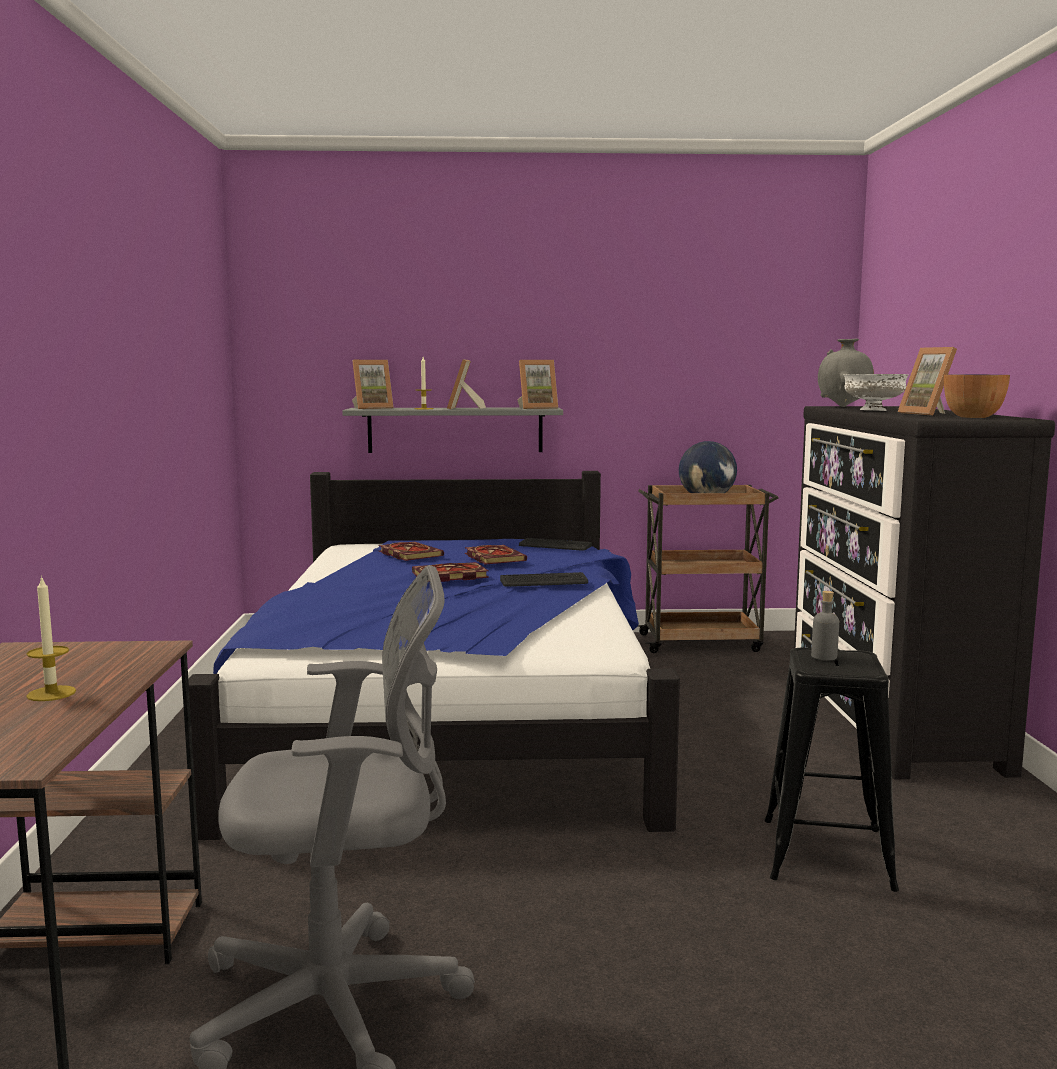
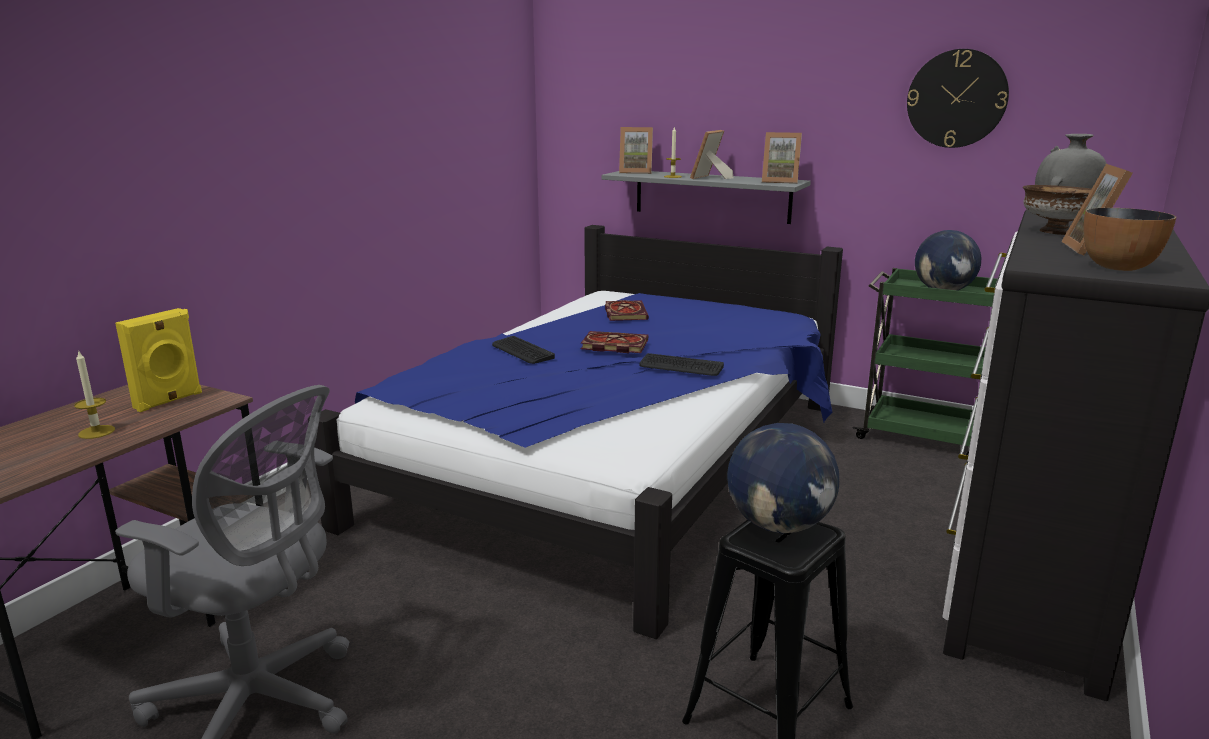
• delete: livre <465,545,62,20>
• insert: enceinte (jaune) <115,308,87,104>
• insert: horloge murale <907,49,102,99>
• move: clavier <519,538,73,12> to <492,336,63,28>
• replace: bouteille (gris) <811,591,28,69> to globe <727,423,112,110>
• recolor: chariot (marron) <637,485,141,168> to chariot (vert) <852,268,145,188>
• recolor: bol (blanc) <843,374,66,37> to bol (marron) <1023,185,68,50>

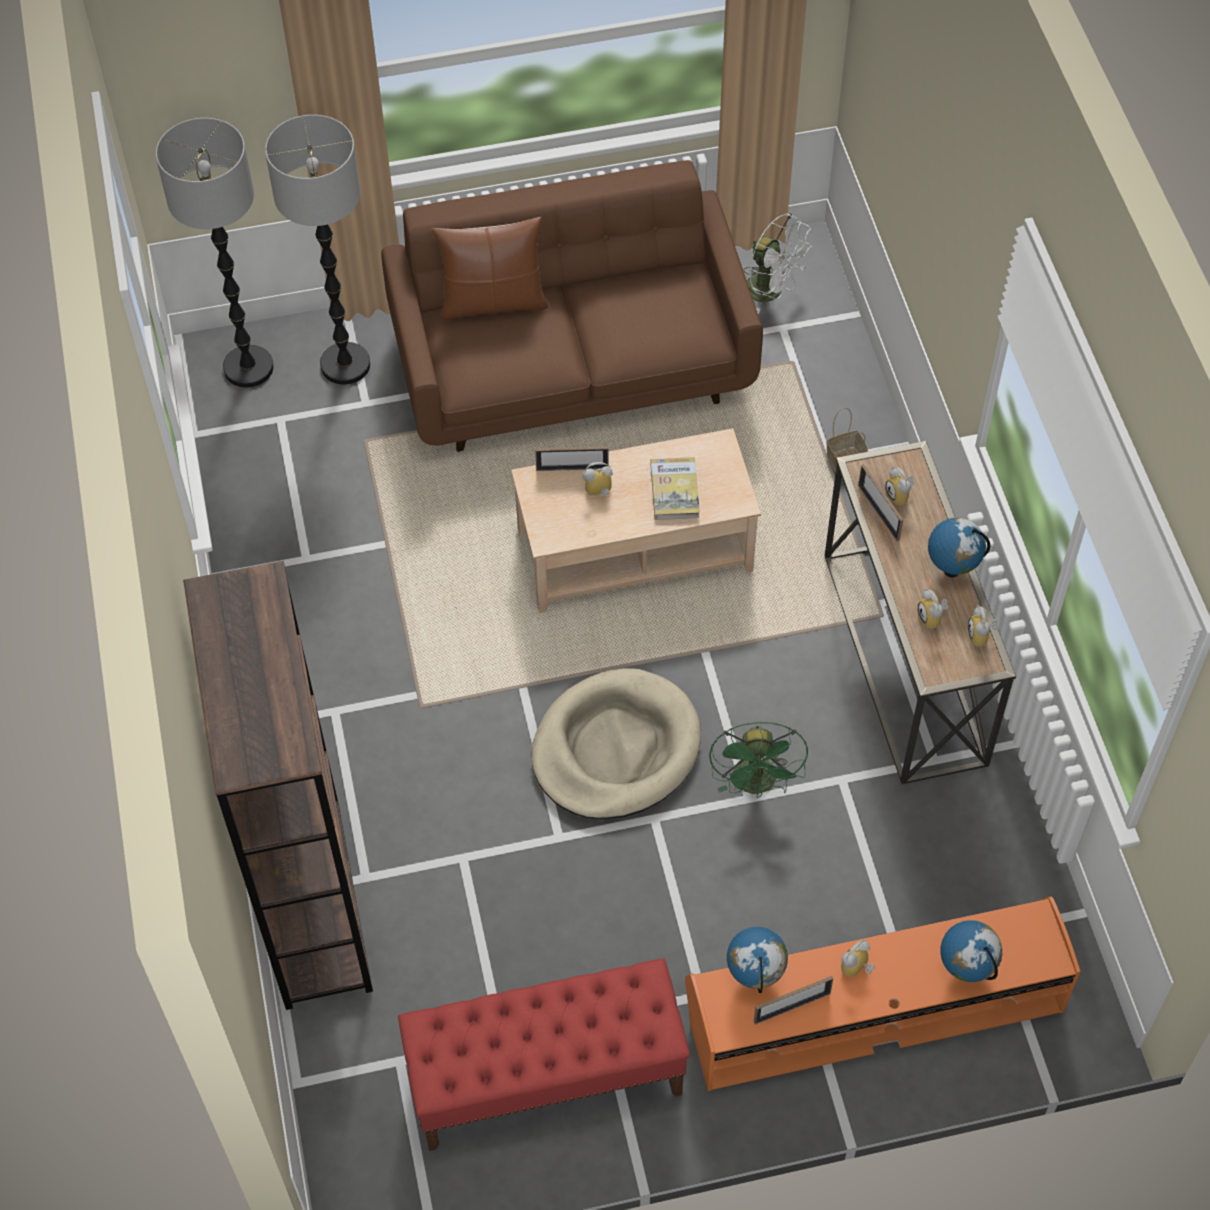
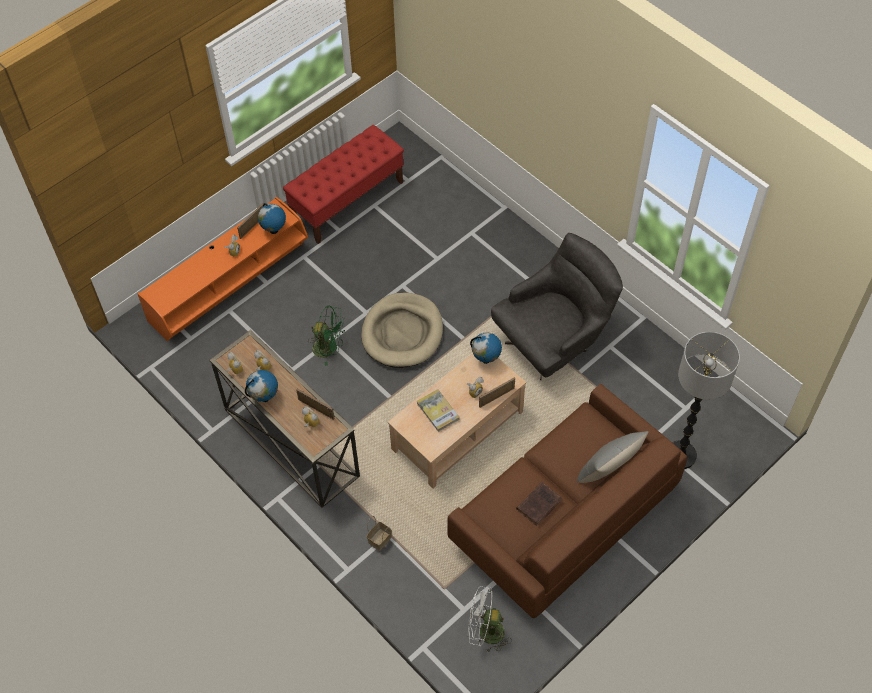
• delete: lampadaire <156,118,118,269>
• delete: bibliothèque (marron) <183,561,190,449>
• insert: fauteuil (gris) <491,233,132,147>
• insert: livre (marron) <516,482,46,44>
• move: globe <940,920,62,62> to <470,333,32,31>
• recolor: coussin (marron) <431,217,117,103> to coussin (gris) <577,431,72,52>
• rotate: ventilateur (vert) <709,721,99,77> = <309,306,36,60> 135 degrees clockwise

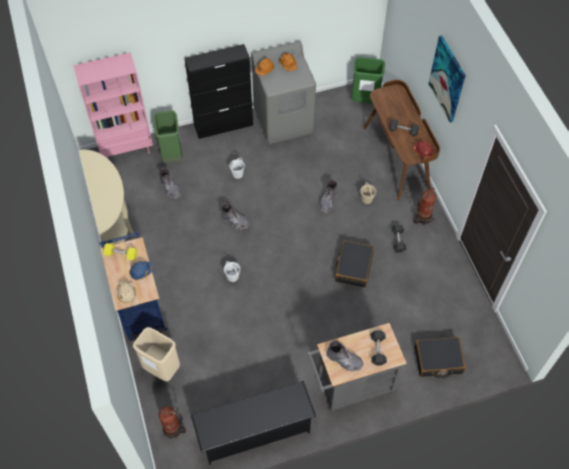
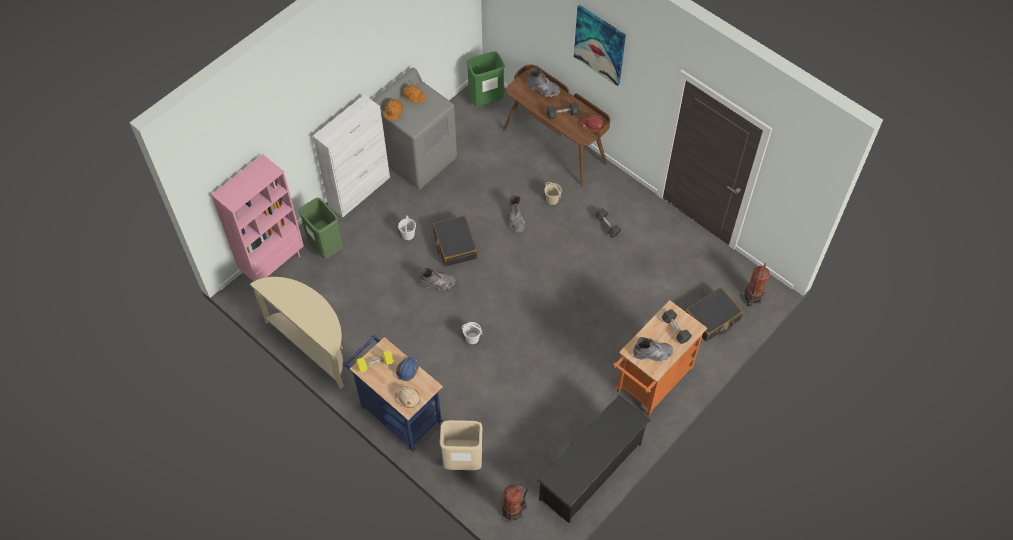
• move: botte (gris) <159,168,22,31> to <527,68,33,29>
• move: valise (noir) <335,240,39,48> to <433,215,45,52>
• move: extincteur <413,188,24,37> to <742,263,28,44>
• recolor: meuble de rangement (noir) <184,44,69,95> to meuble de rangement (blanc) <313,95,77,123>
• recolor: chariot (gris) <307,323,100,90> to chariot (orange) <613,300,94,116>

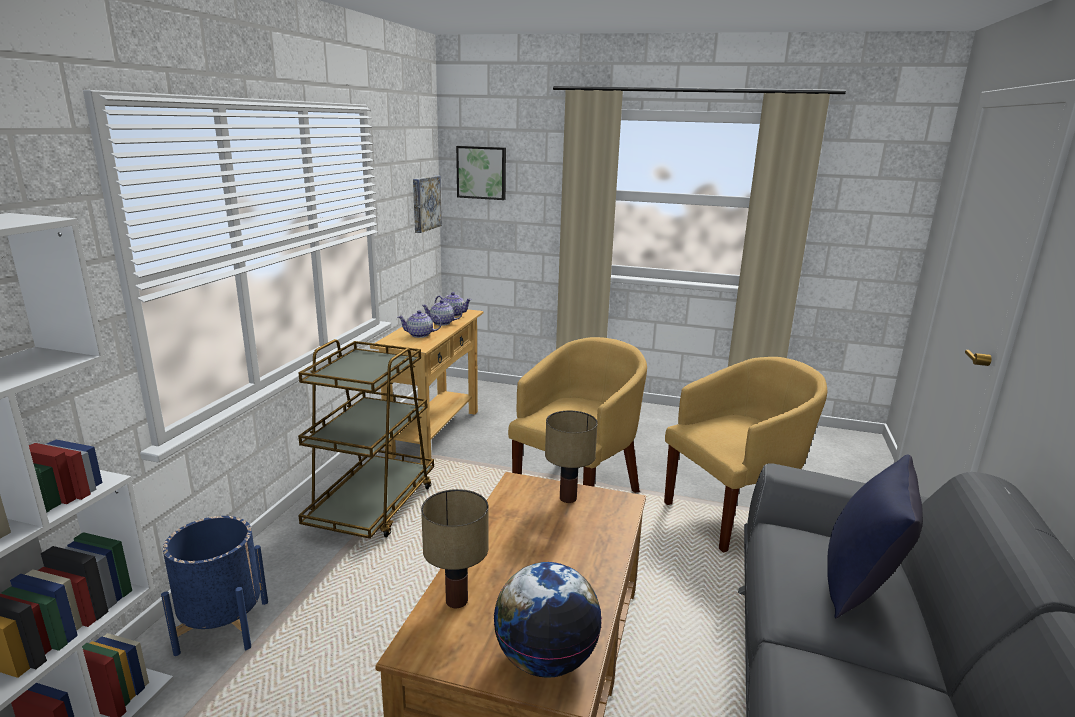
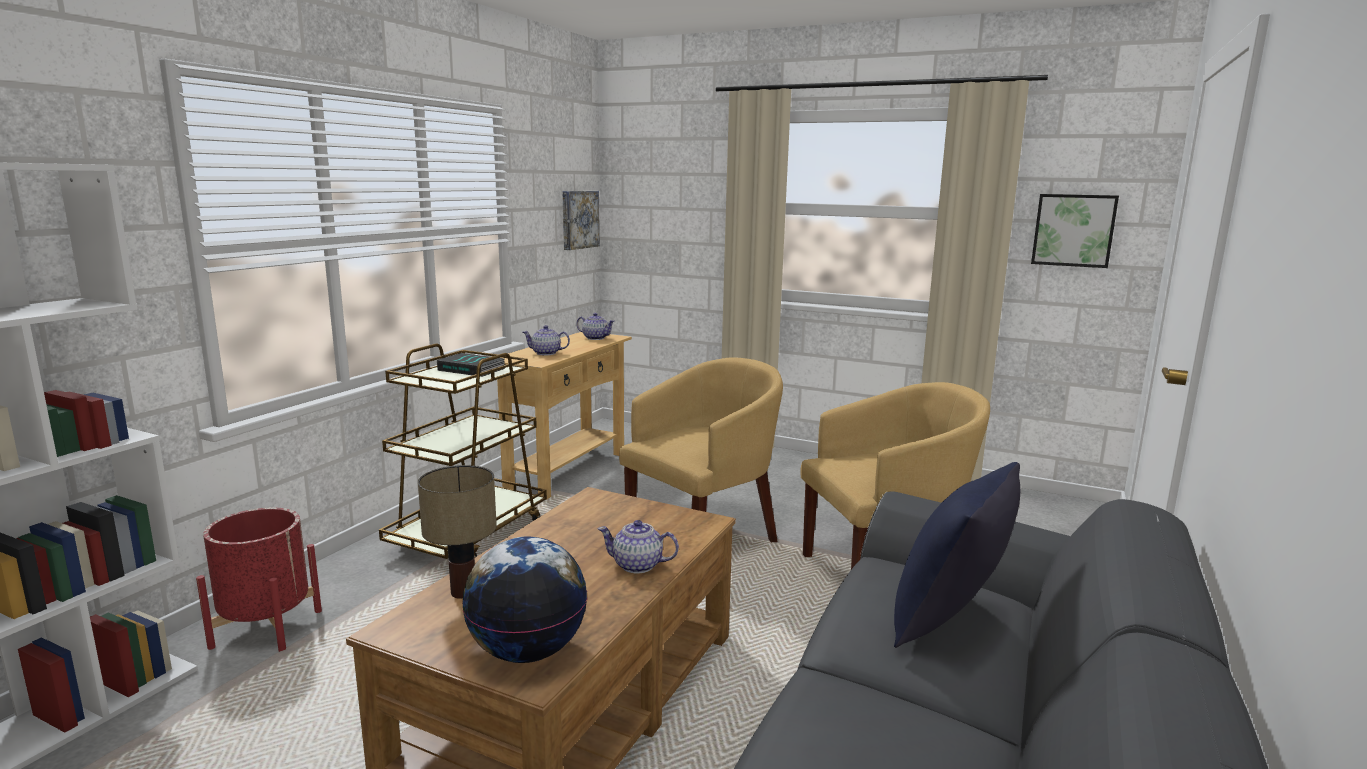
• delete: lampe de table <545,411,53,92>
• insert: livre <437,353,68,24>
• move: théière <421,300,41,26> to <598,520,81,54>
• move: tableau <456,146,50,54> to <1031,194,88,74>
• recolor: cache-pot (bleu) <161,516,107,140> to cache-pot (rouge) <196,508,126,144>

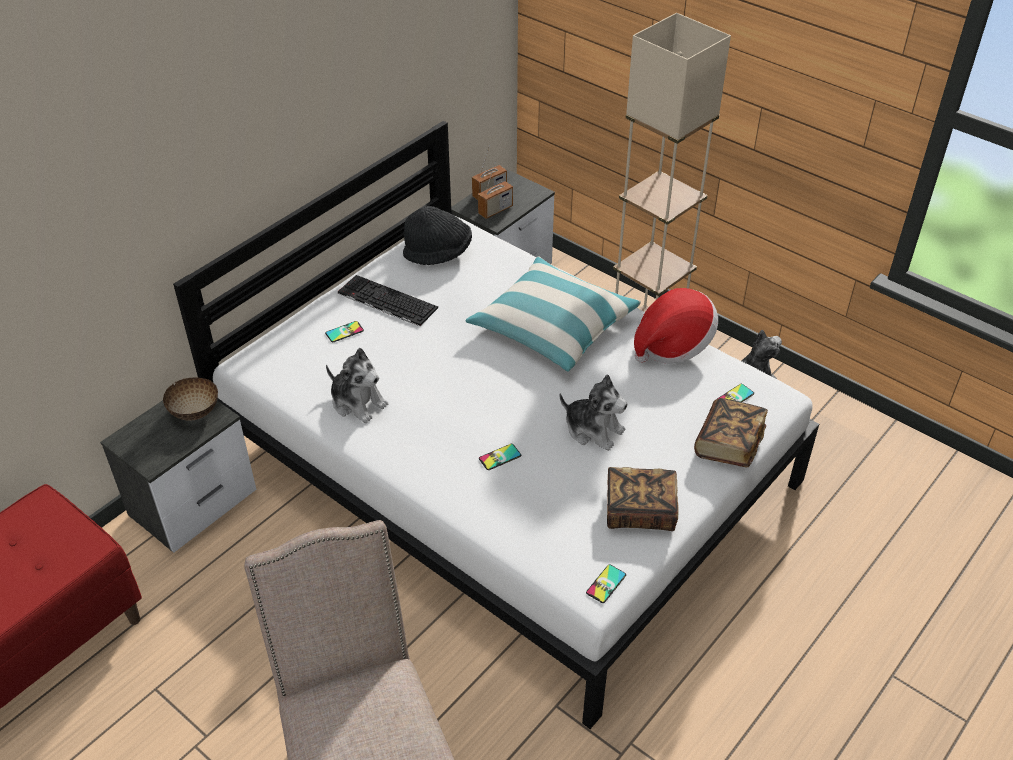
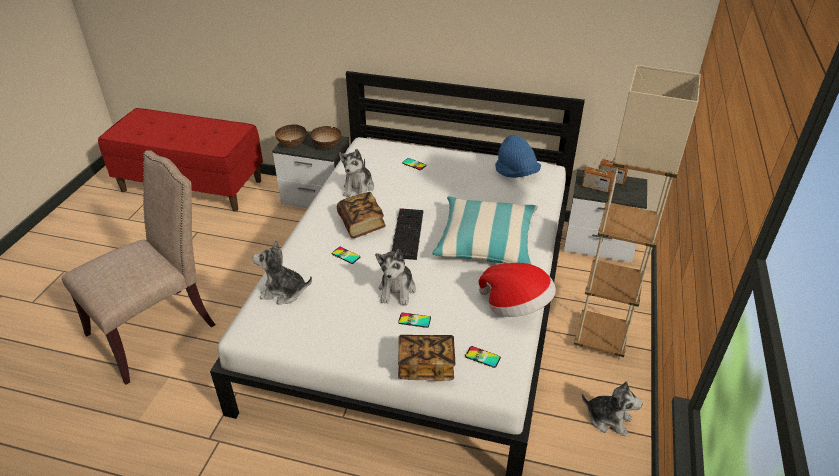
• insert: peluche <252,240,60,65>
• insert: bol <275,125,31,22>
• move: clavier <338,275,100,52> to <391,208,33,52>
• move: téléphone <586,564,40,39> to <398,313,33,15>
• move: livre <607,467,72,64> to <337,192,49,46>
• recolor: chapeau (noir) <403,206,69,59> to chapeau (bleu) <495,135,46,43>

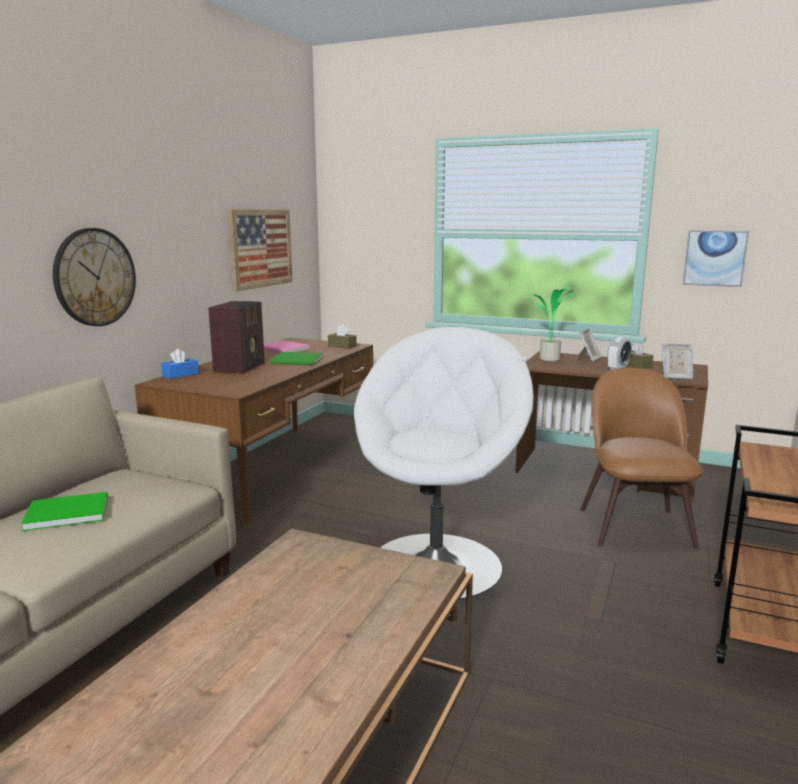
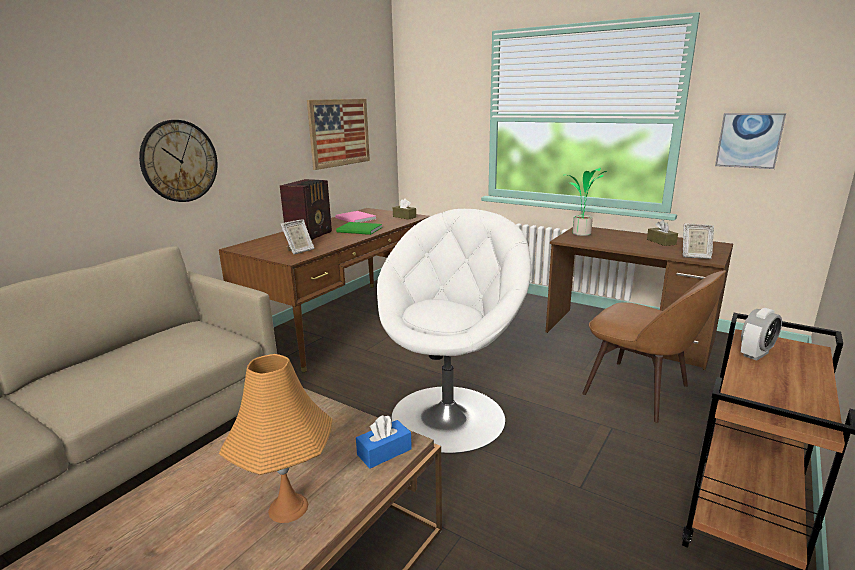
• delete: livre (vert) <21,492,87,39>
• insert: lampe de table (orange) <219,354,113,169>
• move: boîte à mouchoirs (bleu) <161,349,38,30> to <356,415,56,54>
• move: cadre photo <578,329,24,33> to <280,219,34,35>
• move: réveil <607,337,25,33> to <741,308,41,53>
• rotate: chaise (marron) <580,368,123,181> = <582,270,144,153> 120 degrees clockwise

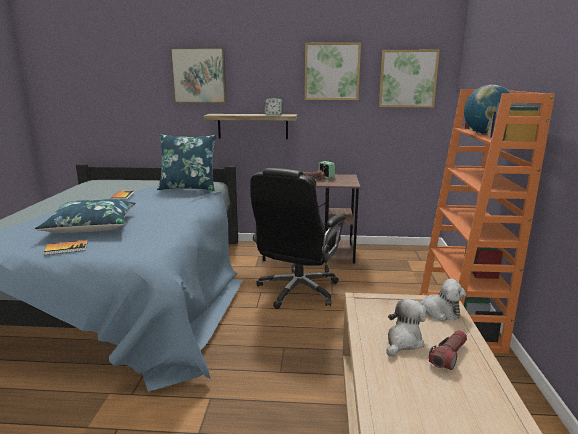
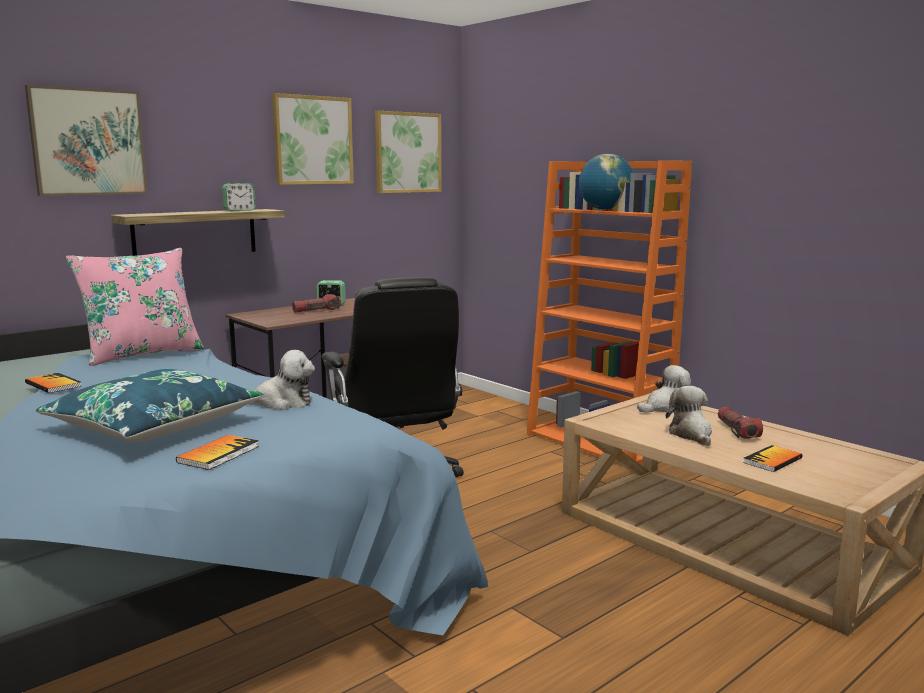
• insert: peluche <249,350,66,61>
• insert: livre <743,445,59,27>
• recolor: coussin (bleu) <157,134,60,57> to coussin (rose) <66,248,138,118>

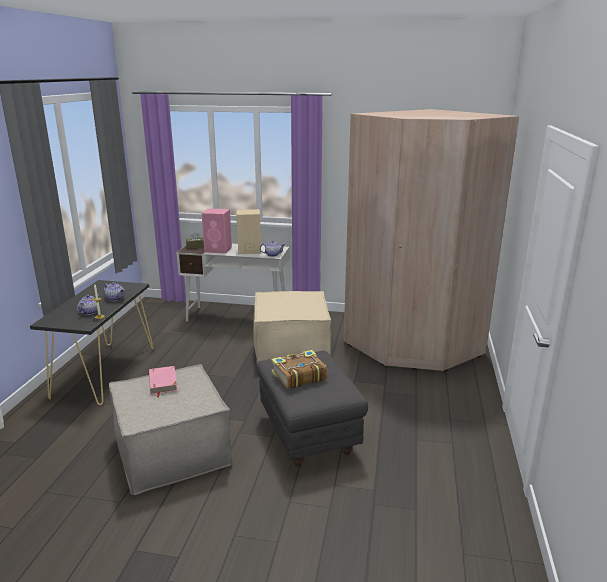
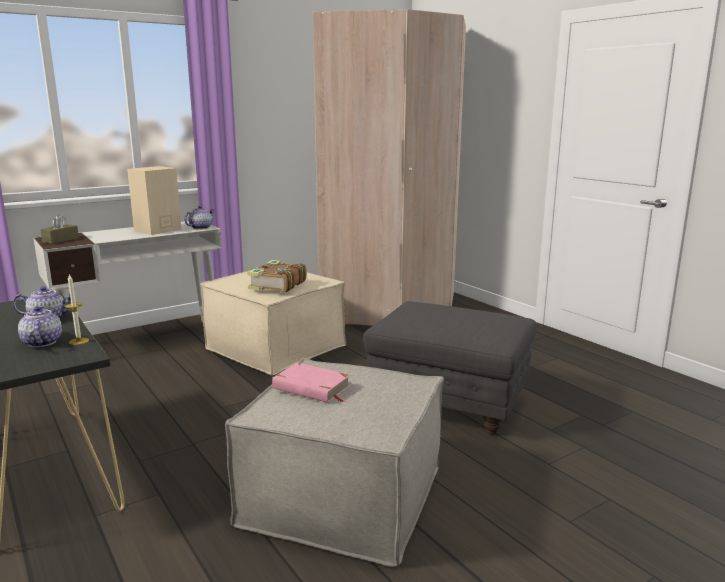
• delete: enceinte (rose) <202,208,30,46>
• move: livre <271,350,56,39> to <247,260,60,32>

